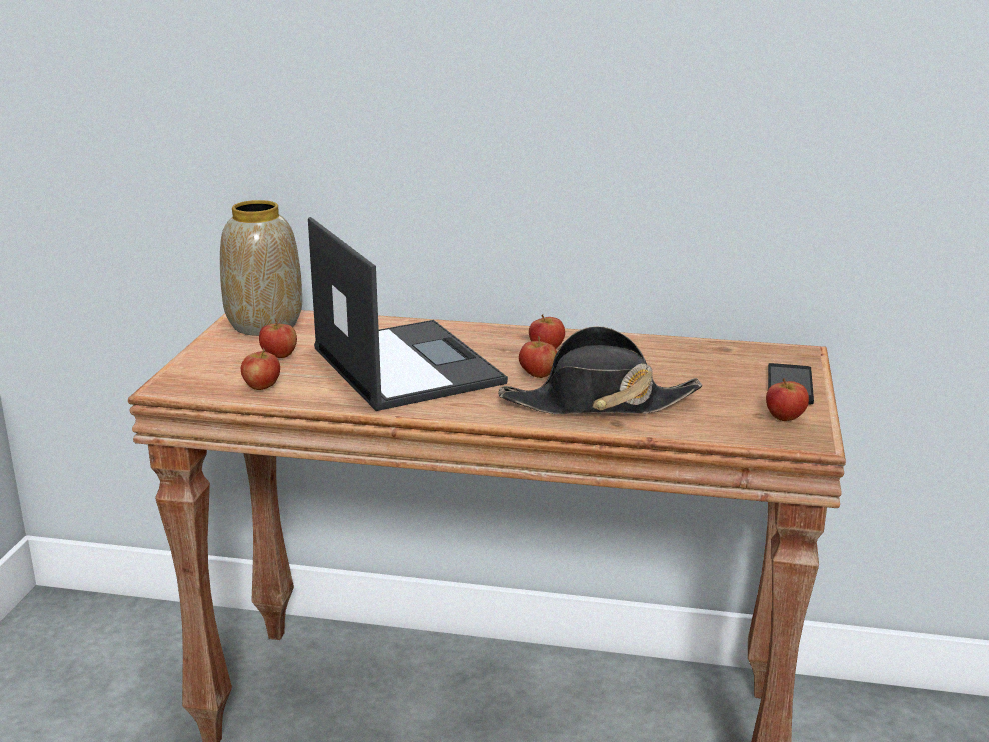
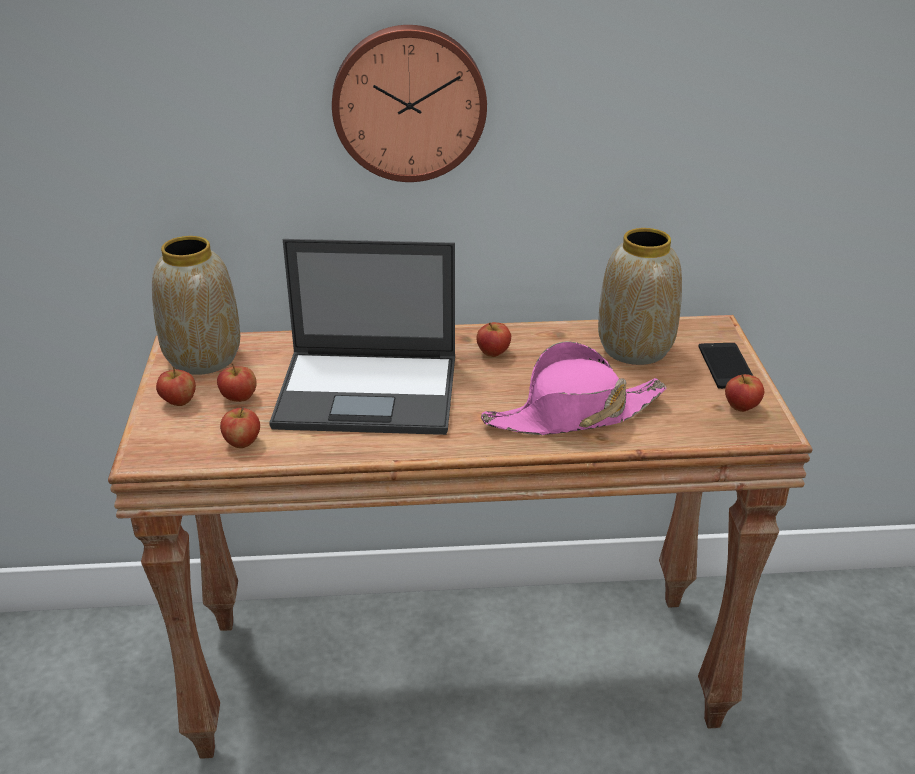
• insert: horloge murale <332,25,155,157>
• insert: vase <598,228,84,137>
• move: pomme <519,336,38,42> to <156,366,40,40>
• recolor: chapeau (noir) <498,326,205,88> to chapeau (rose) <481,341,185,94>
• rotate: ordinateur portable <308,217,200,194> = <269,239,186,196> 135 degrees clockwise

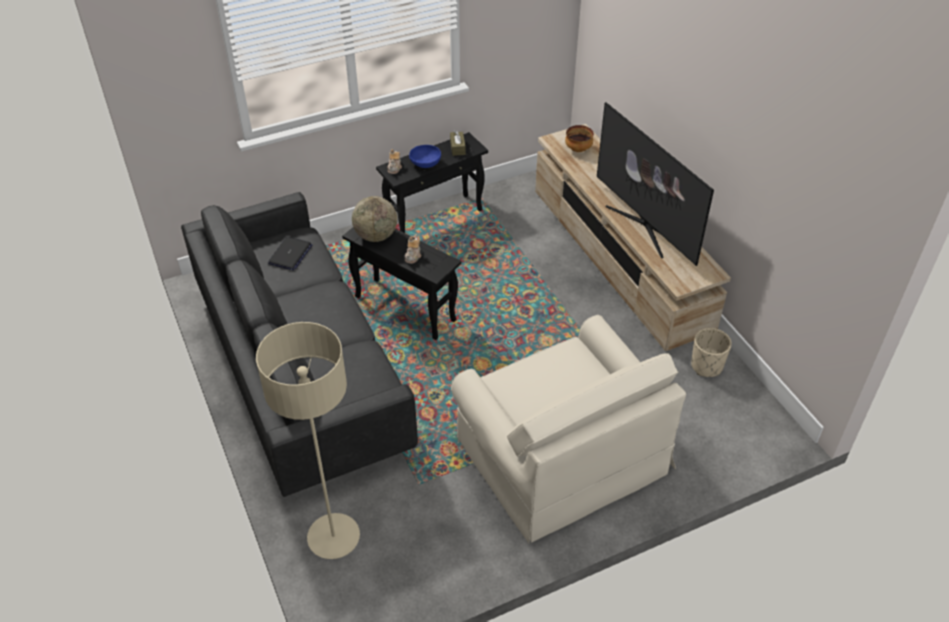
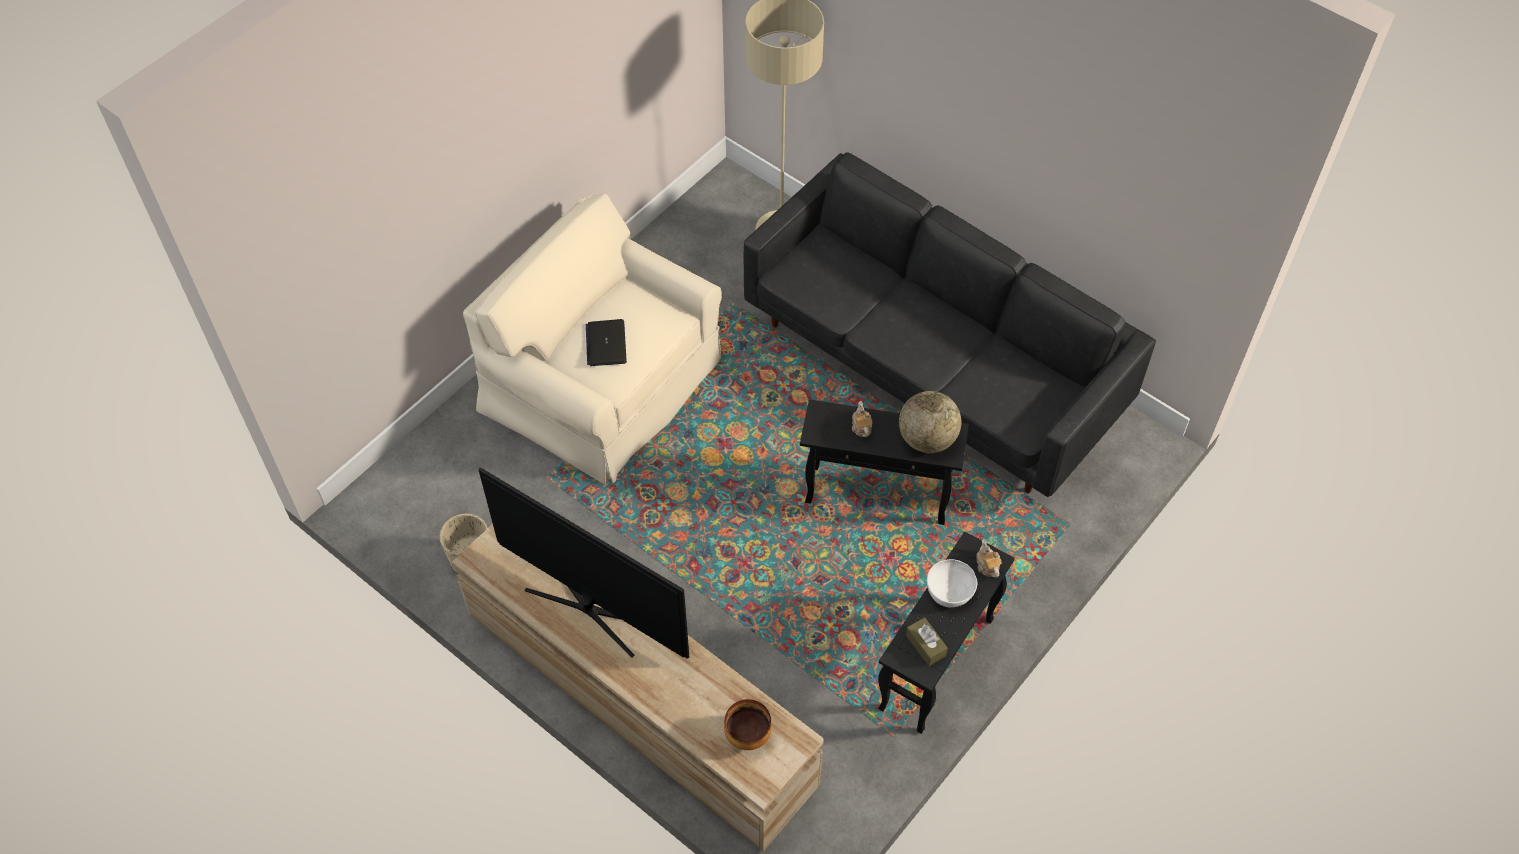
• move: ordinateur portable <268,236,44,34> to <586,319,41,47>
• recolor: bol (bleu) <409,145,32,23> to bol (blanc) <927,559,50,48>

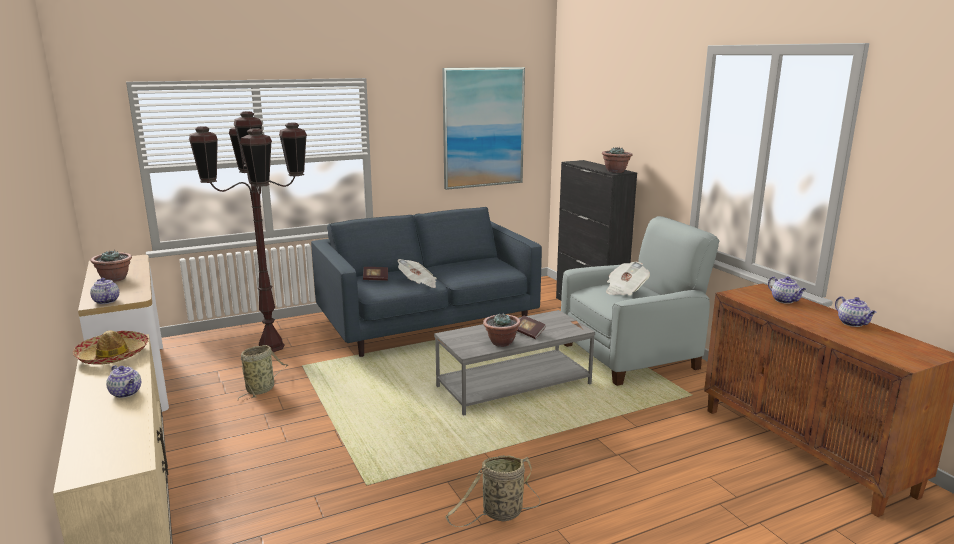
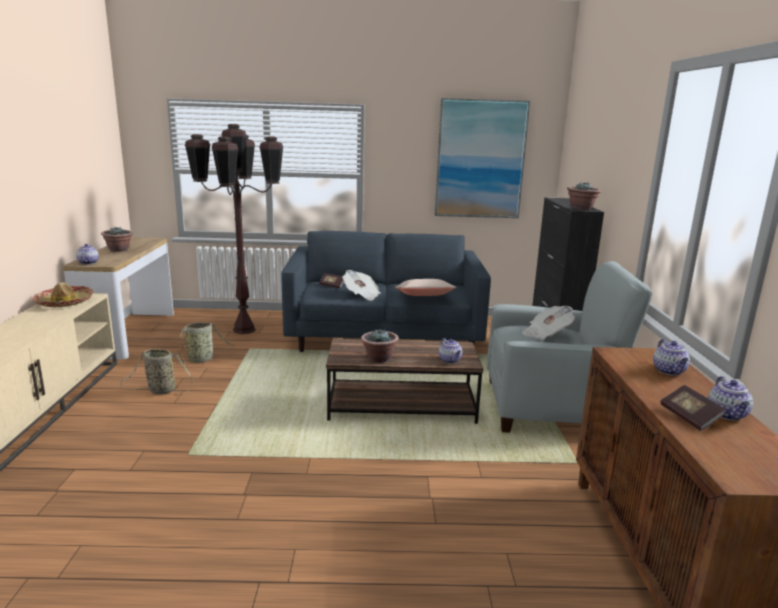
• insert: coussin (beige) <395,279,61,17>
• move: théière <106,365,35,33> to <439,338,23,25>
• move: panier <445,455,96,72> to <121,349,71,46>
• move: livre <517,315,29,24> to <661,385,65,46>
• recolor: table basse (gris) <434,310,161,106> to table basse (marron) <326,339,157,85>

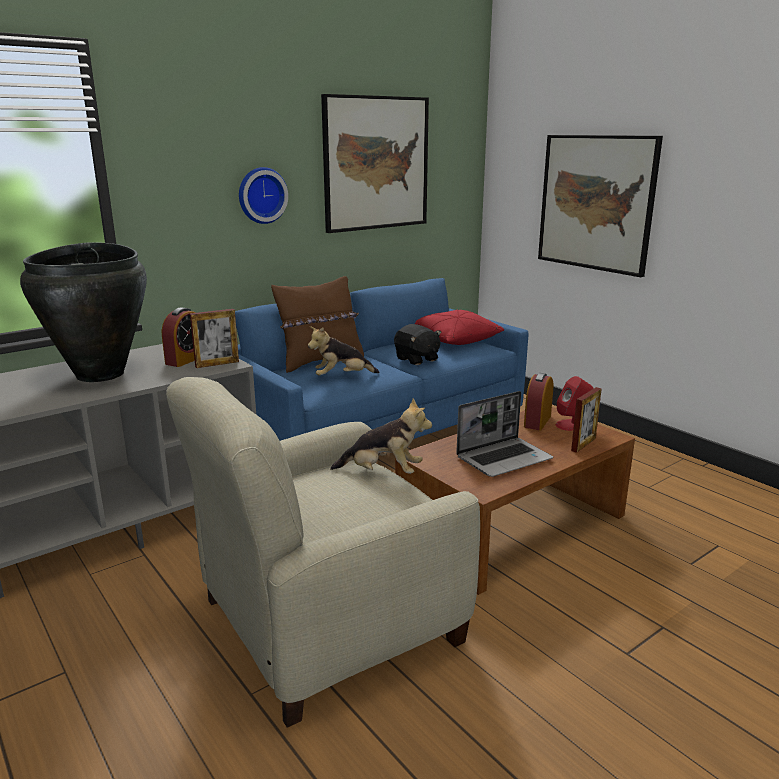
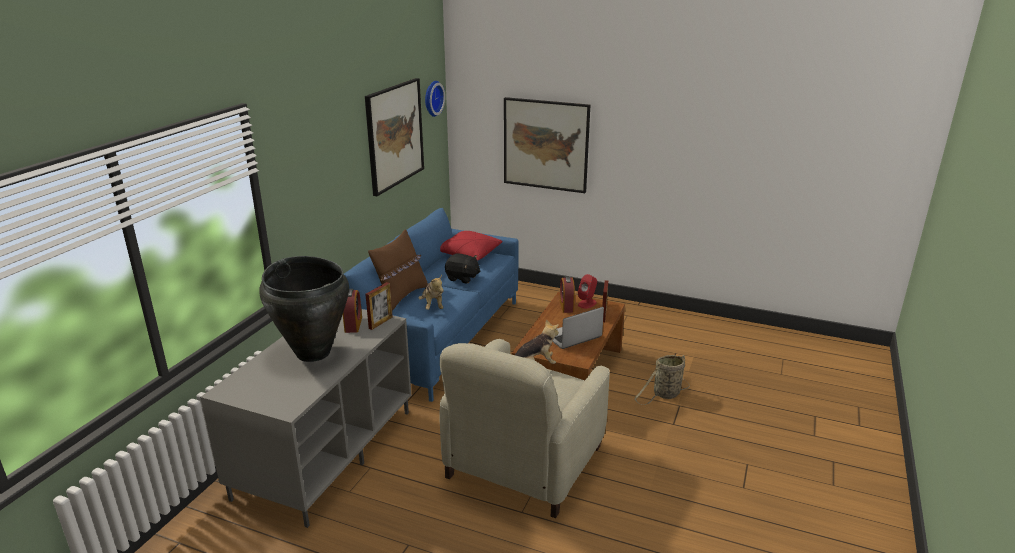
• insert: panier <634,355,56,50>
• move: horloge murale <239,167,49,57> to <425,81,20,36>
• rotate: peluche <308,326,71,49> = <418,275,26,35> 60 degrees counterclockwise
• rotate: ordinateur portable <456,391,97,86> = <552,307,52,42> 150 degrees counterclockwise

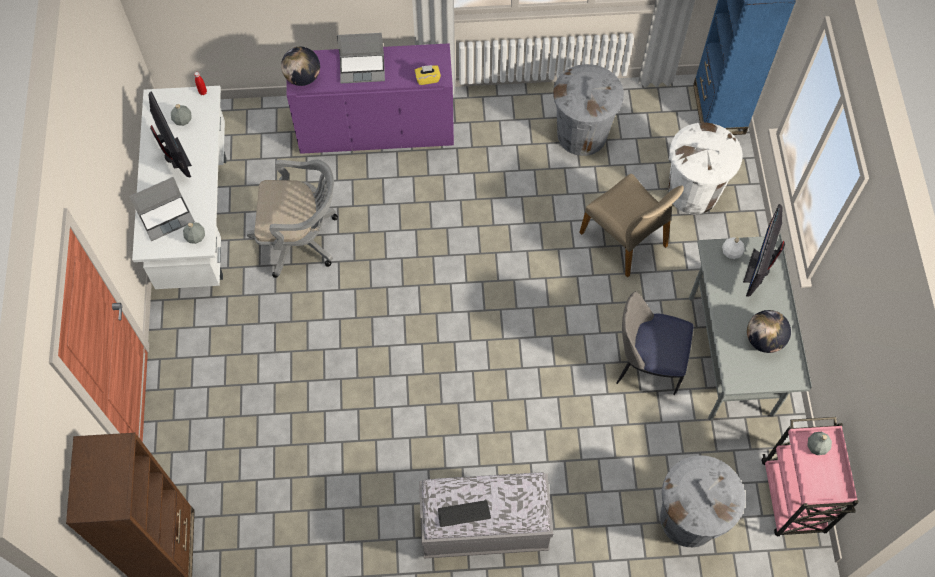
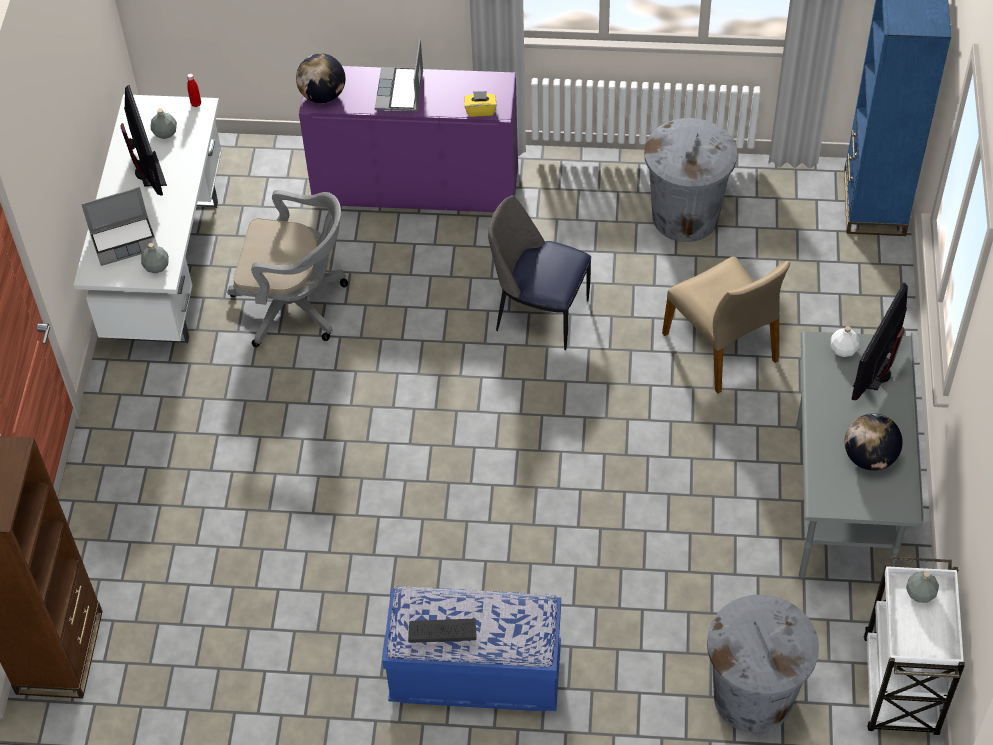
• delete: poubelle (blanc) <668,123,75,91>
• move: chaise <616,291,78,104> to <488,195,103,155>
• recolor: banc (gris) <419,472,134,87> to banc (bleu) <382,587,179,124>
• recolor: chariot (rose) <762,417,97,119> to chariot (blanc) <864,556,101,179>
• rotate: ordinateur portable <337,33,48,50> = <375,38,48,73> 90 degrees clockwise

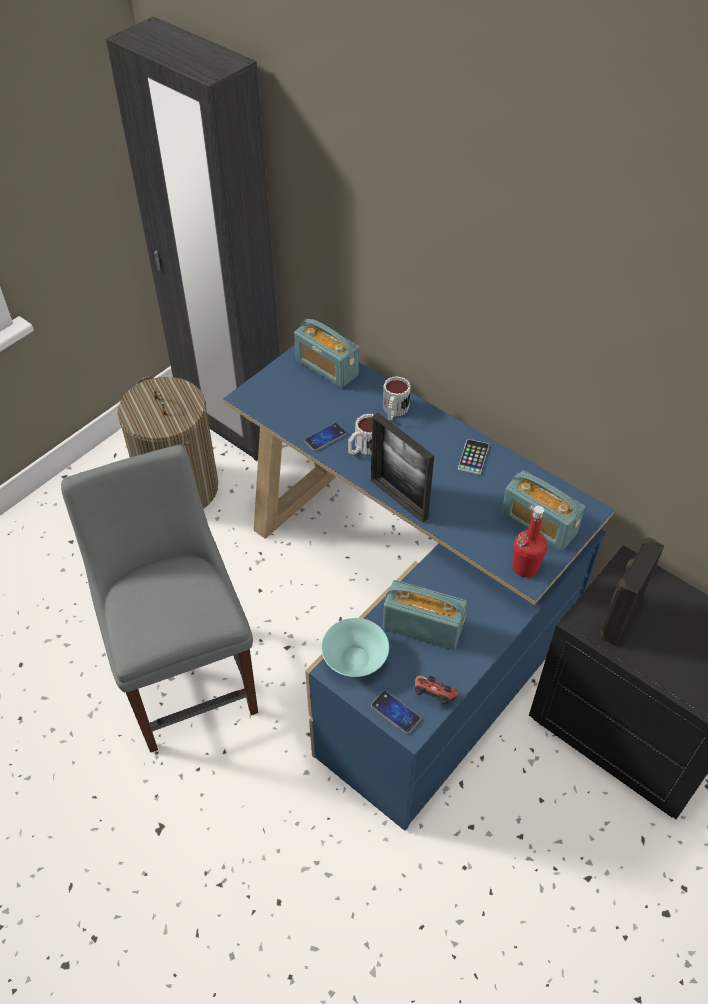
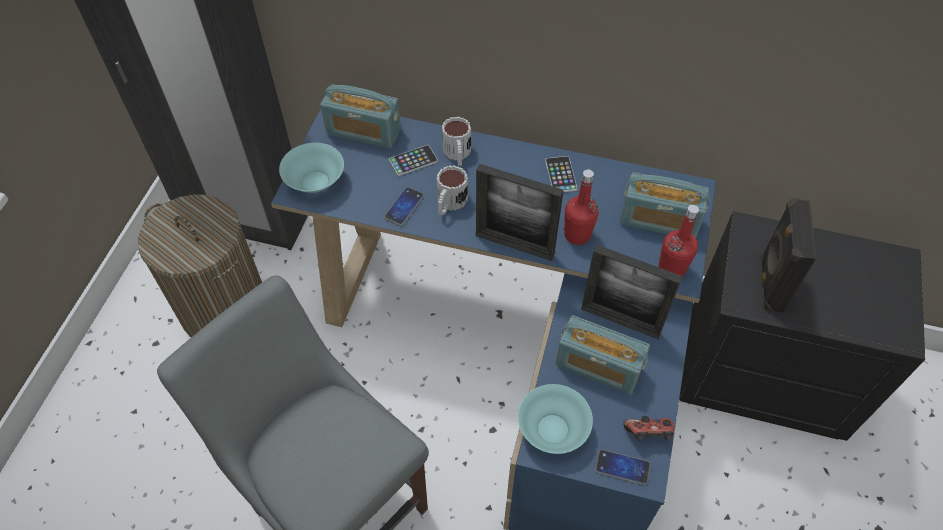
• insert: bol (turquoise) <279,143,65,50>
• insert: téléphone <389,145,49,31>
• insert: bouteille (rouge) <564,169,35,76>
• insert: cadre photo <581,245,102,94>
• rotate: radio <383,580,84,70> = <556,315,94,79> 150 degrees counterclockwise

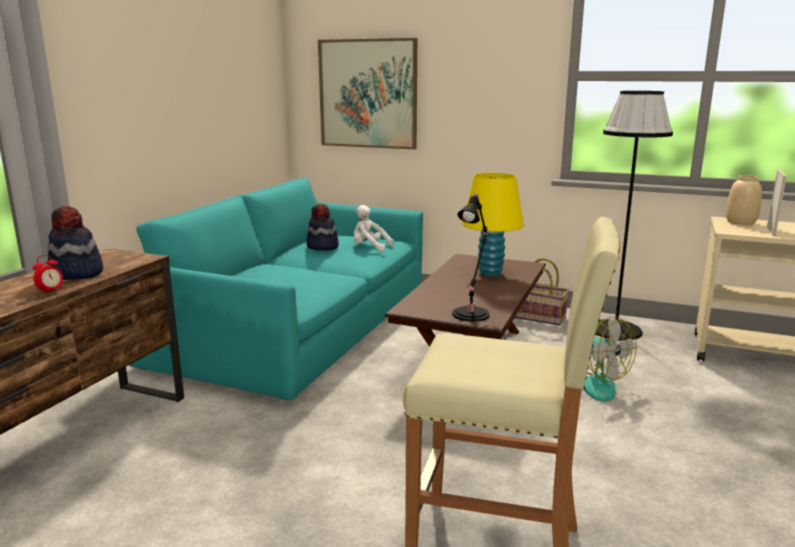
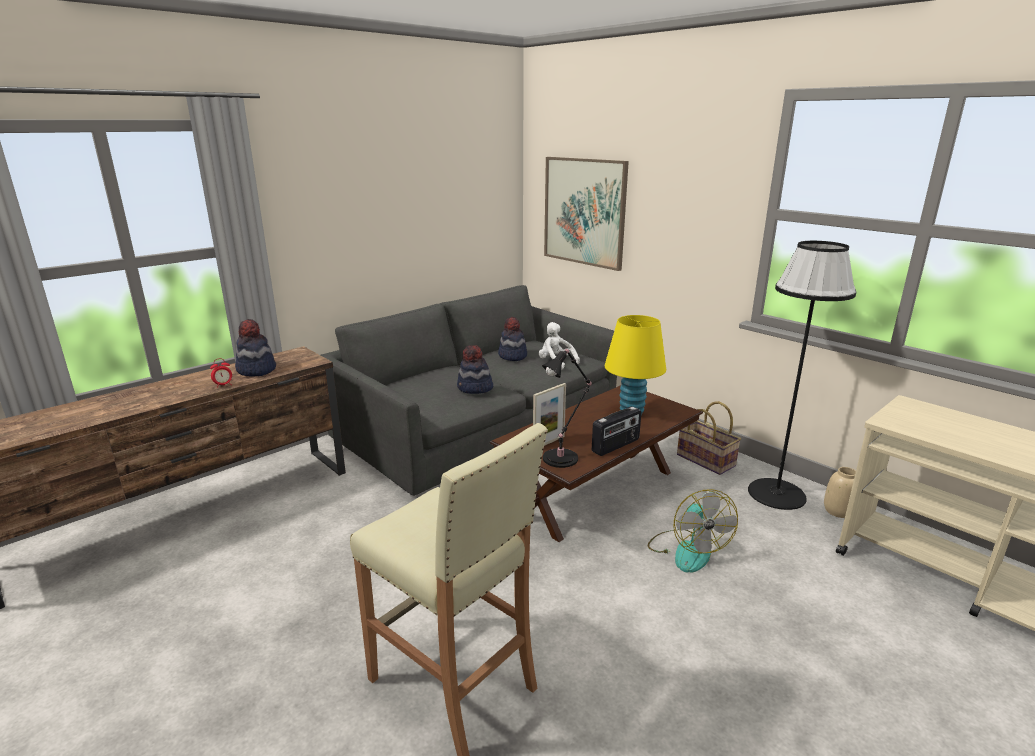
• insert: chapeau <457,345,36,49>
• insert: radio <592,406,49,50>
• move: vase (beige) <726,175,36,50> to <824,467,32,51>
• move: cadre photo <767,170,20,66> to <533,383,33,63>
• recolor: canapé (turquoise) <129,178,294,222> to canapé (gris) <321,285,296,211>

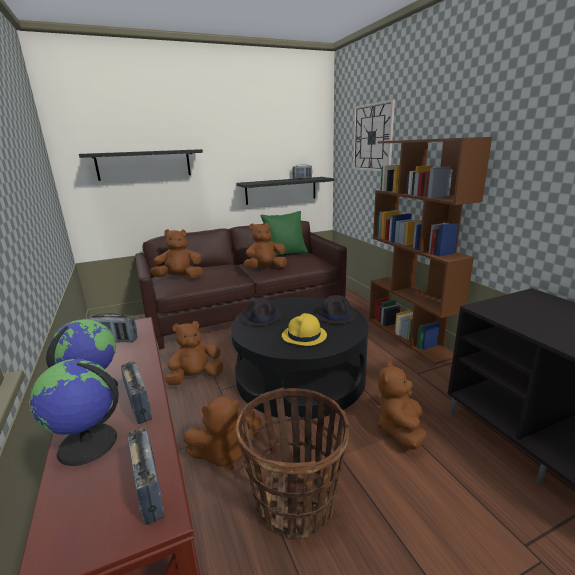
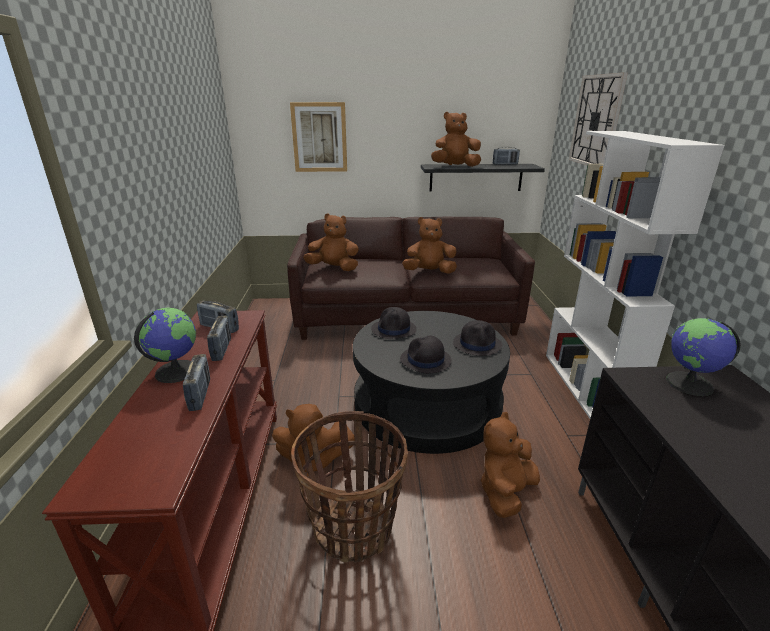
• delete: coussin (vert) <261,211,47,46>
• move: globe <29,359,90,107> to <666,318,75,78>
• move: radio <127,427,38,98> to <207,316,24,45>
• move: peluche (marron) <165,321,58,64> to <431,112,50,55>
• replace: étagère (noir) <79,149,124,32> to tableau <290,102,57,70>
• recolor: chapeau (jaune) <282,313,45,33> to chapeau (noir) <400,335,52,38>
• recolor: bibliothèque (marron) <369,137,123,228> to bibliothèque (blanc) <546,131,179,287>

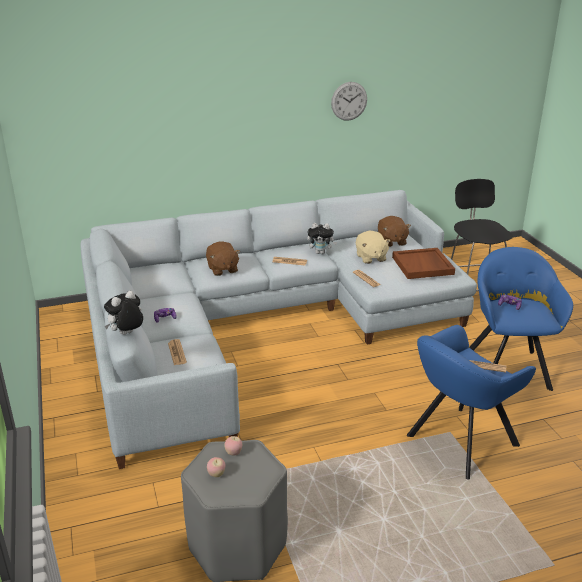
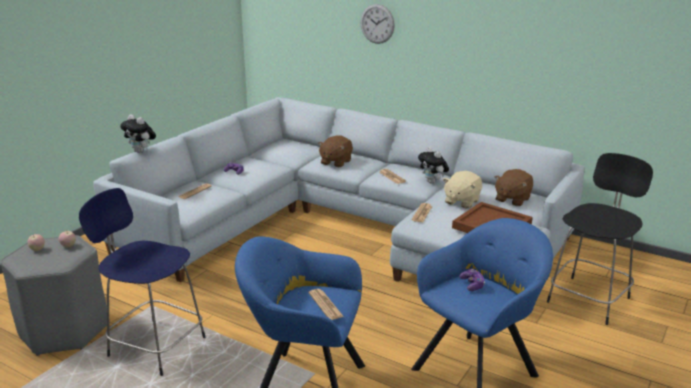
• insert: tabouret (bleu) <79,188,127,188>
• move: horloge murale <331,82,36,39> to <360,4,35,40>
• rotate: peluche <104,291,39,44> = <120,114,36,39> 150 degrees counterclockwise

